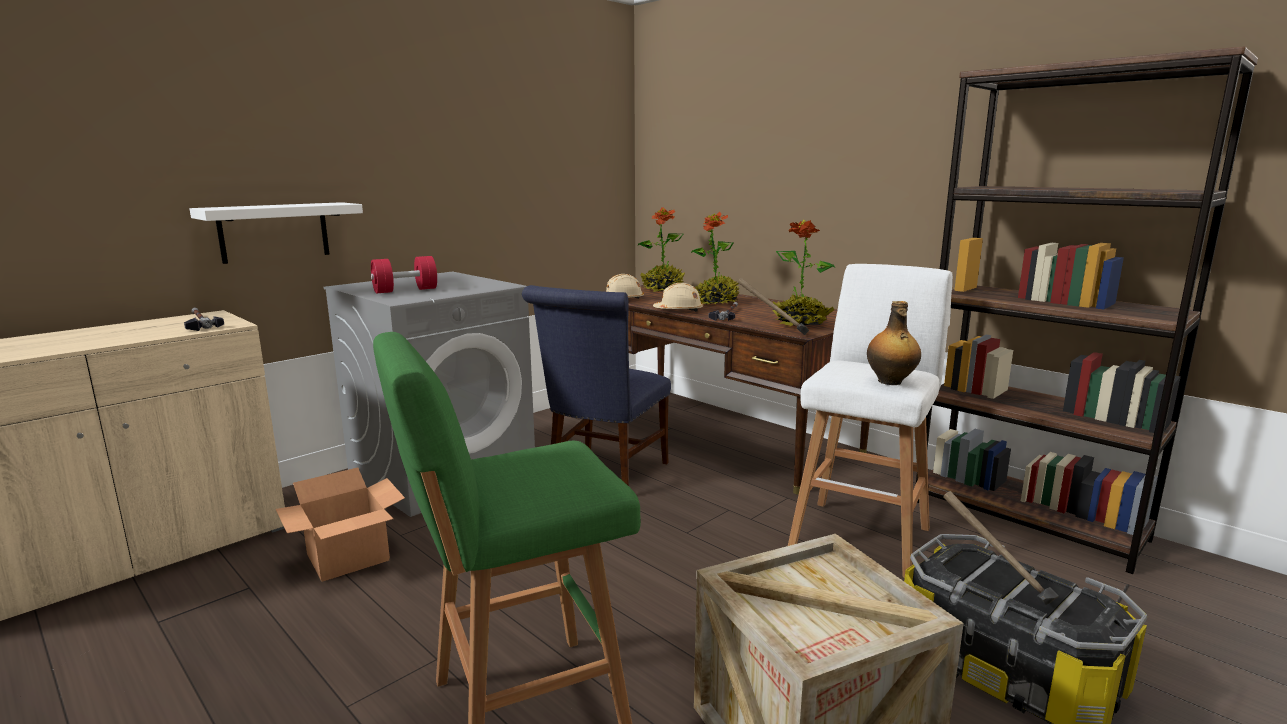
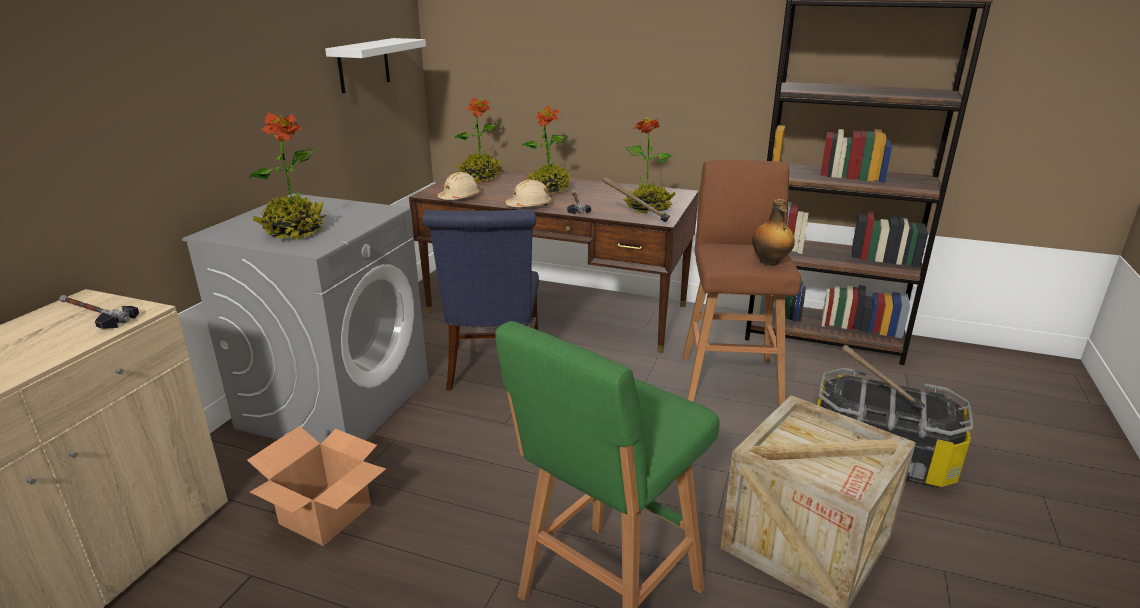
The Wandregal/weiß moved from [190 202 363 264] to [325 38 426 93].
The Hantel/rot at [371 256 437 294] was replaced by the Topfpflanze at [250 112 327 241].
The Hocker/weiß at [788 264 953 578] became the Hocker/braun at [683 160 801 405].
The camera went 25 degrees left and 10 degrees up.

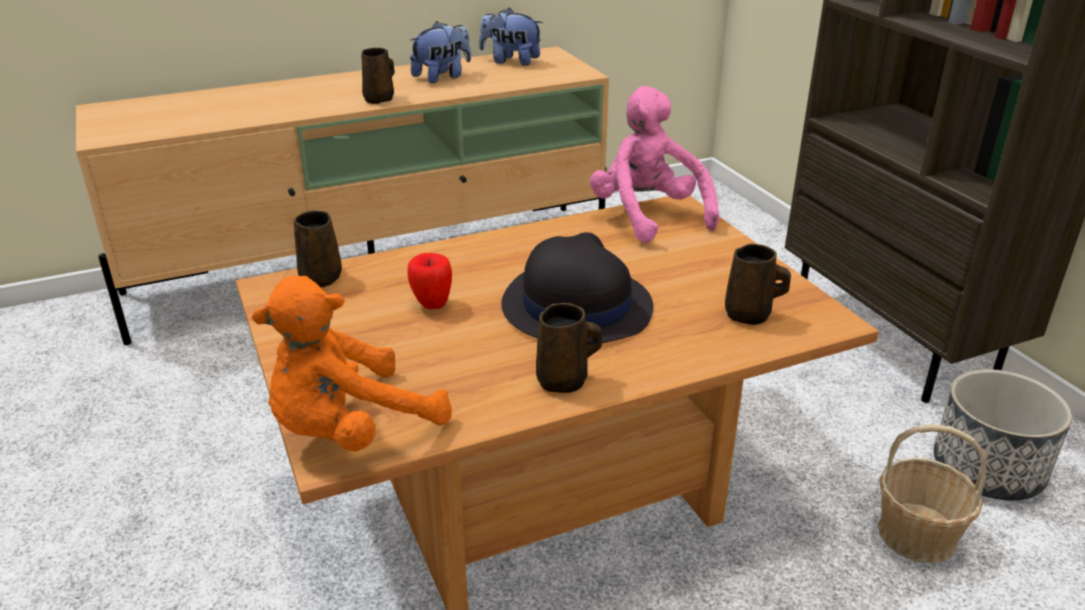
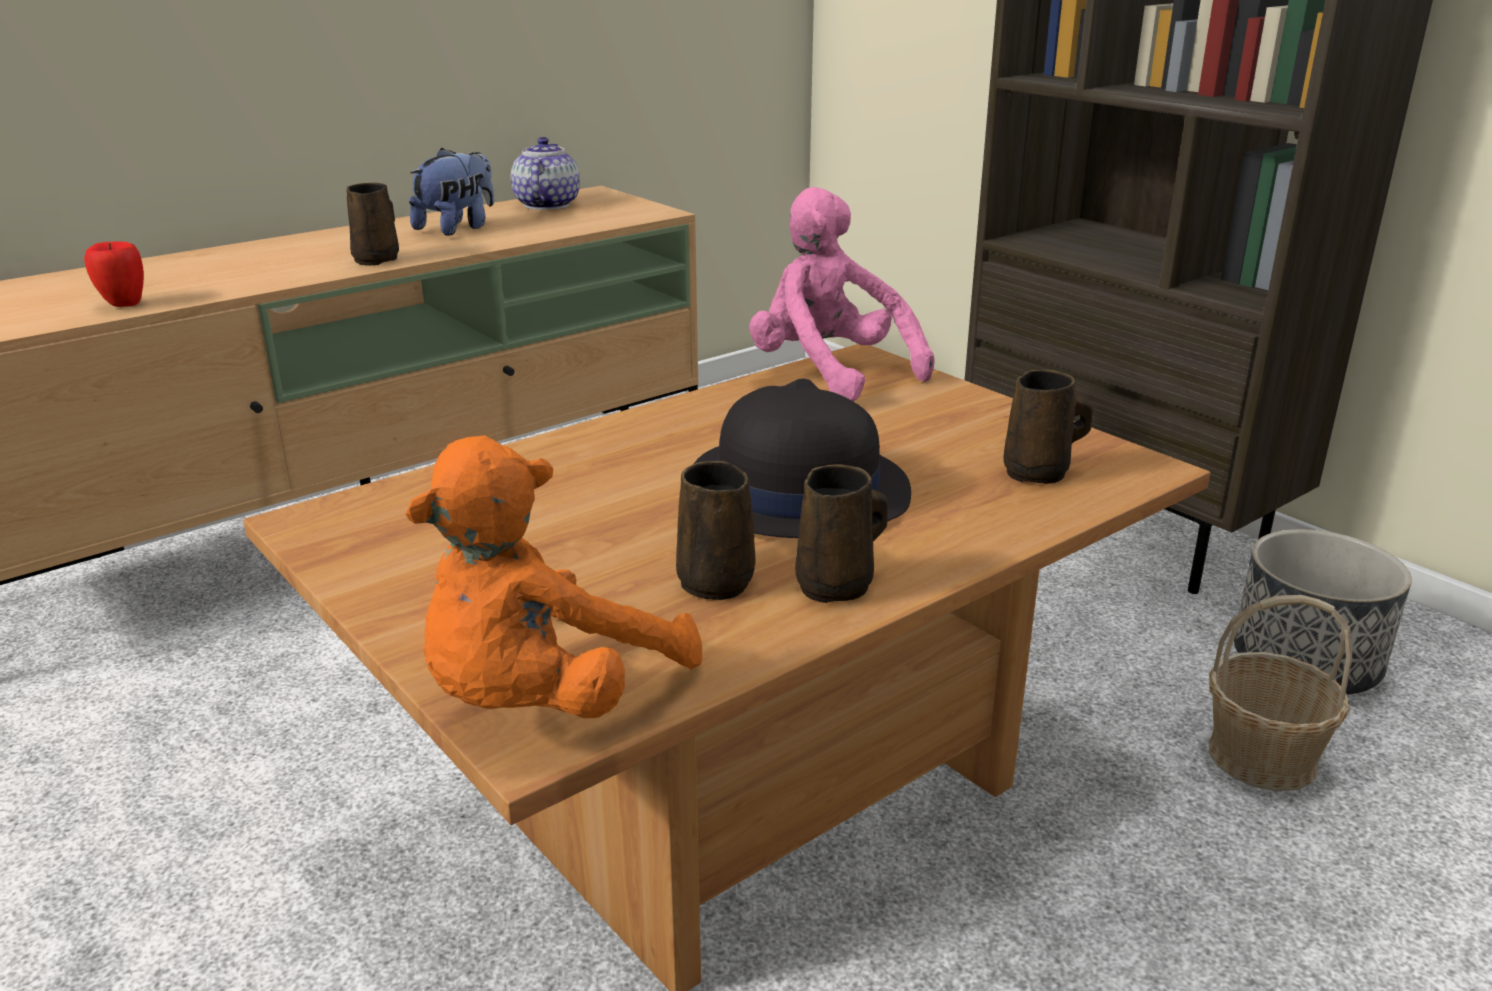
The Plüschtier at [479 8 543 66] was replaced by the Teekanne at [511 137 580 210].
The Henkelbecher/braun moved from [293 210 342 287] to [676 461 755 600].
The Apfel moved from [407 253 452 309] to [84 242 144 307].
The camera went 15 degrees left and 5 degrees down.

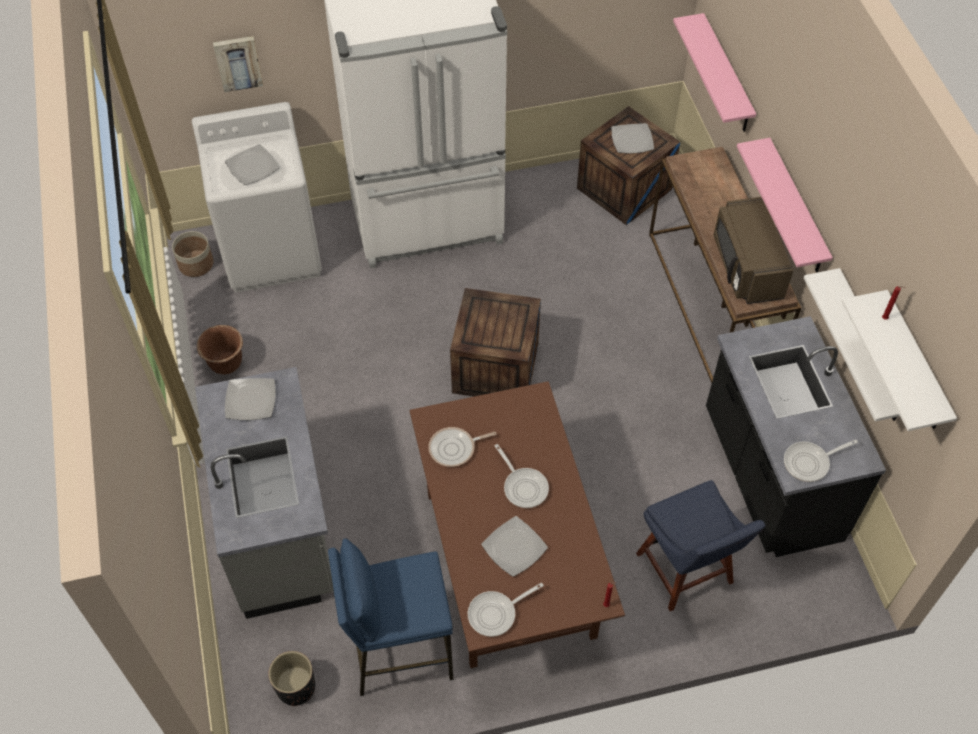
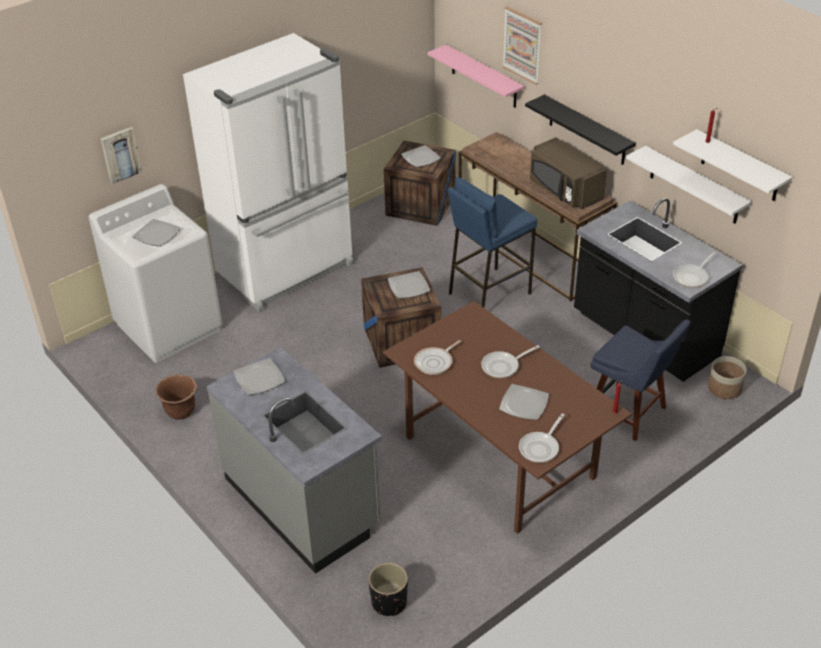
The Wandregal/rosa at [737 138 833 272] became the Wandregal/schwarz at [525 95 636 165].
The Pflanzkübel moved from [172 231 214 277] to [708 356 747 399].
The Pfanne at [495 444 549 508] turned 120 degrees clockwise.
The Hocker/blau moved from [328 538 454 696] to [448 177 537 308].
The Bild at [502 6 542 85] appeared.
The Teller at [388 271 430 298] appeared.
The camera went 25 degrees left and 15 degrees down.

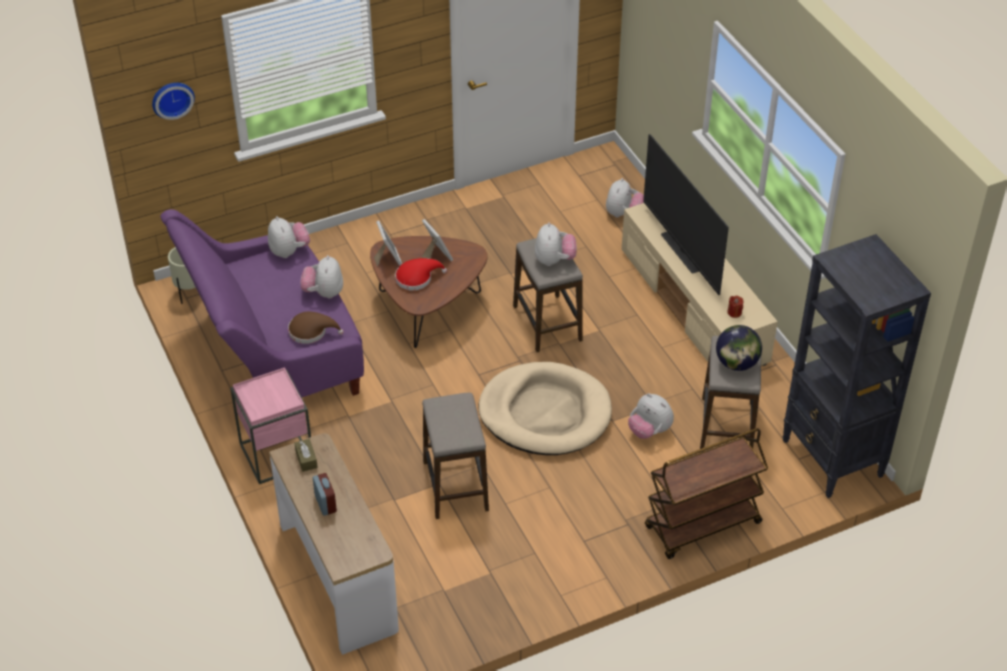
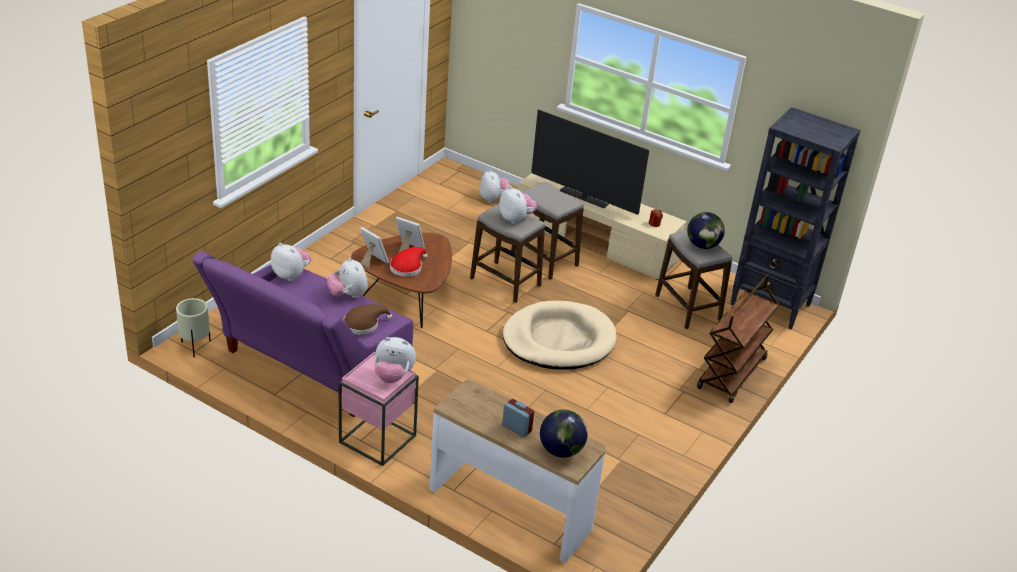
The Wanduhr at [152 83 195 120] disappeared.
The Hocker moved from [422 393 489 519] to [511 182 584 280].
The Plüschtier moved from [628 393 674 439] to [374 337 416 383].
The Taschentuchbox/braun at [295 439 318 472] disappeared.
The Globus at [540 409 588 458] appeared.
The camera went 35 degrees left and 10 degrees down.

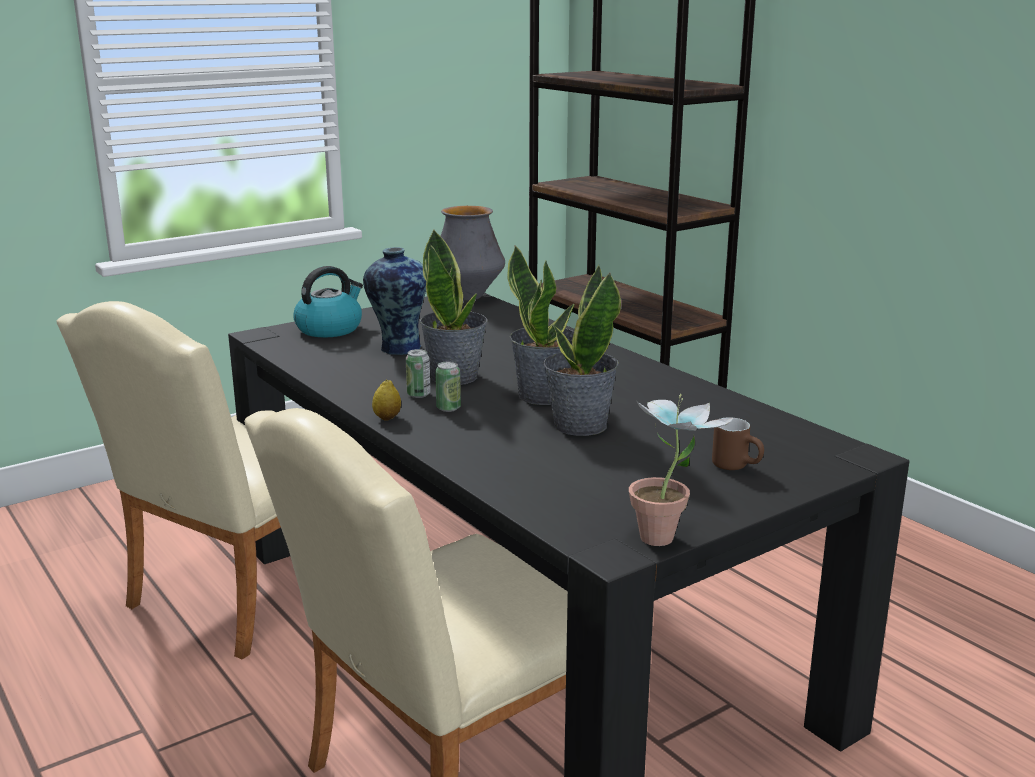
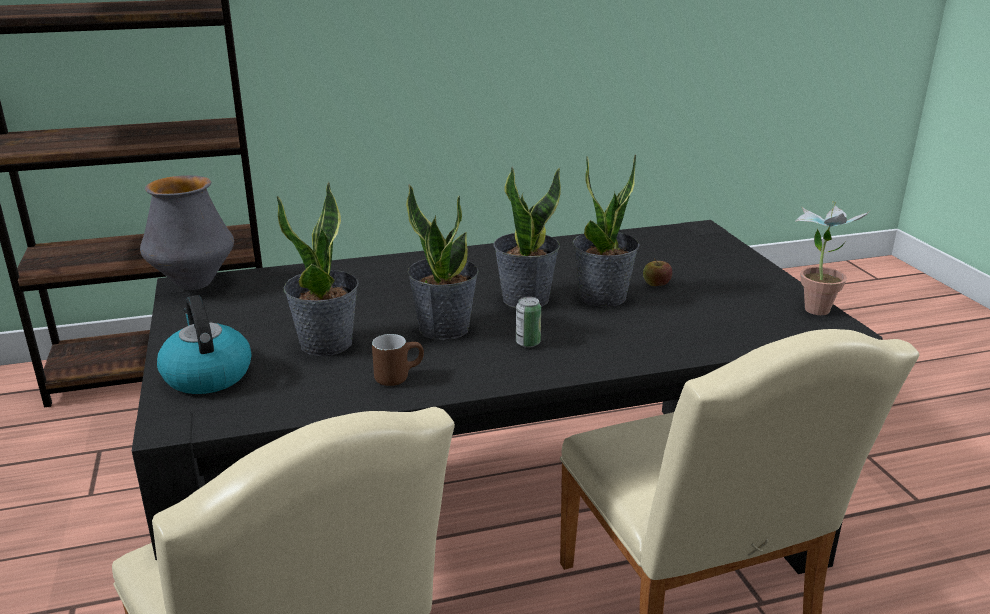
The Vase at [363 247 426 355] was replaced by the Topfpflanze at [277 182 359 356].
The Dose at [406 349 431 398] disappeared.
The Zitrone at [372 380 401 421] disappeared.
The Henkelbecher/braun moved from [712 417 764 470] to [372 334 424 386].
The Apfel at [643 258 672 286] appeared.
The camera went 70 degrees left and 5 degrees up.

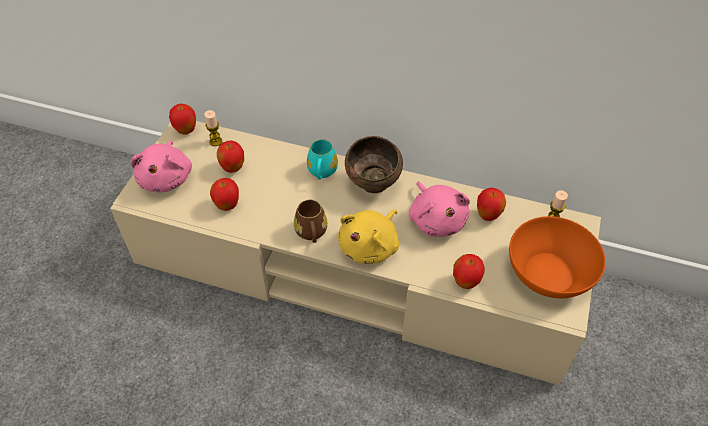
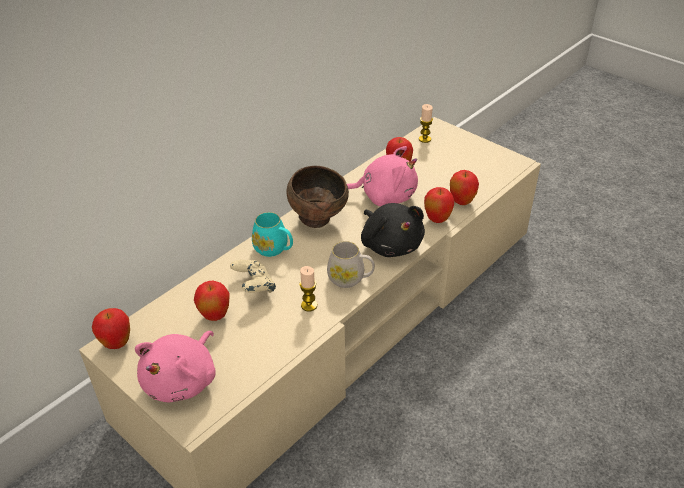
The Kerze moved from [204 110 222 146] to [299 266 317 311].
The Plüschtier/rosa at [131 140 192 193] turned 90 degrees clockwise.
The Apfel moved from [210 178 239 211] to [424 187 454 223].
The Henkelbecher/braun at [294 200 327 243] became the Henkelbecher/weiß at [327 241 375 288].
The Plüschtier/gelb at [338 210 399 264] became the Plüschtier/schwarz at [361 203 425 257].
The Schüssel/orange at [509 216 606 298] disappeared.
The Gamepad/beige at [230 260 276 293] appeared.
The camera went 65 degrees left and 10 degrees down.

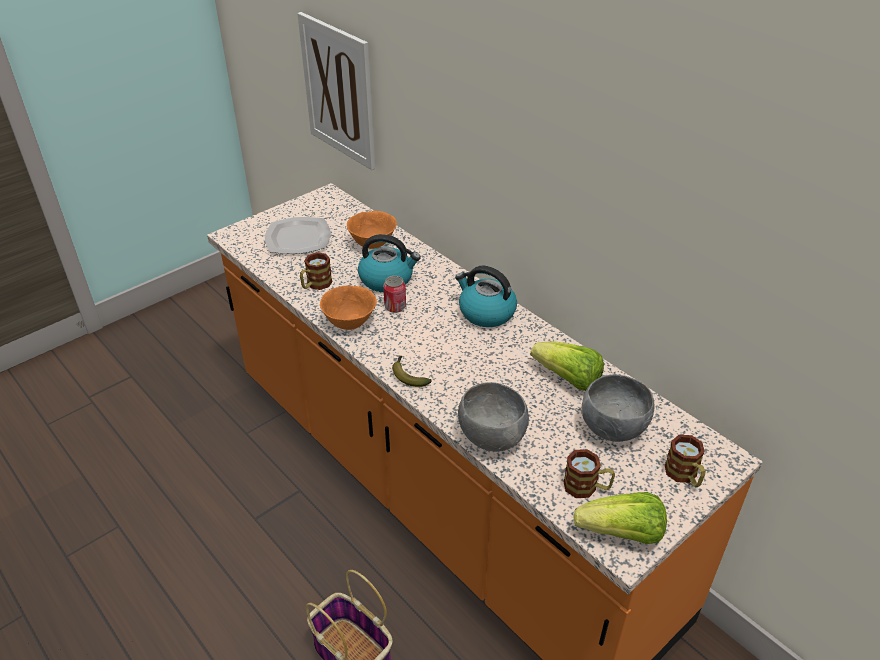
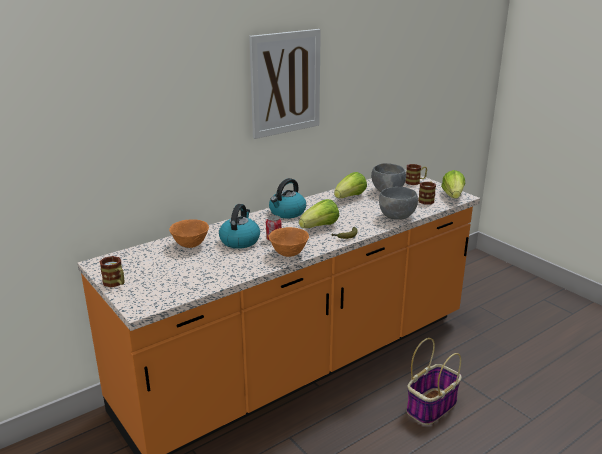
The Bild moved from [297 12 375 170] to [249 29 321 139].
The Teller at [265 217 331 254] disappeared.
The Henkelbecher moved from [300 252 332 290] to [99 256 125 287].
The Salatkopf at [299 199 339 228] appeared.
The camera went 85 degrees left and 15 degrees down.

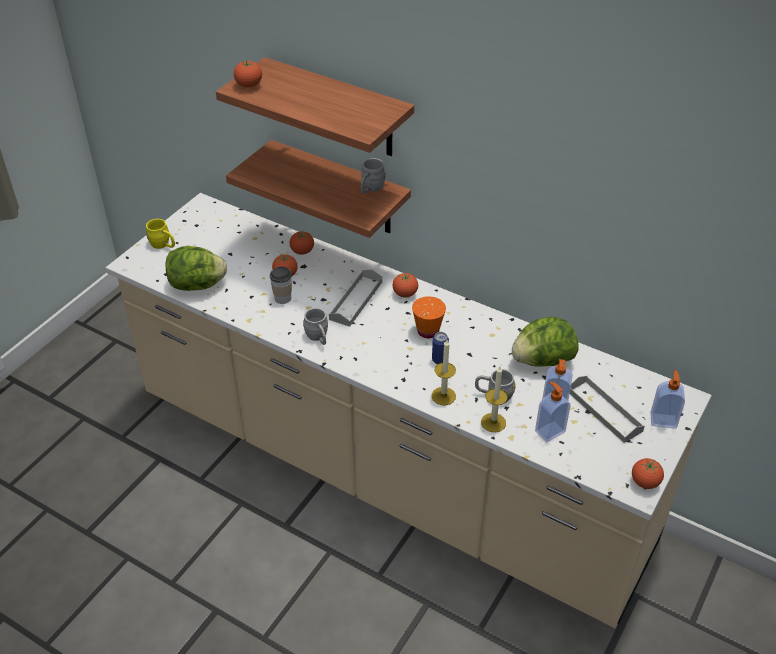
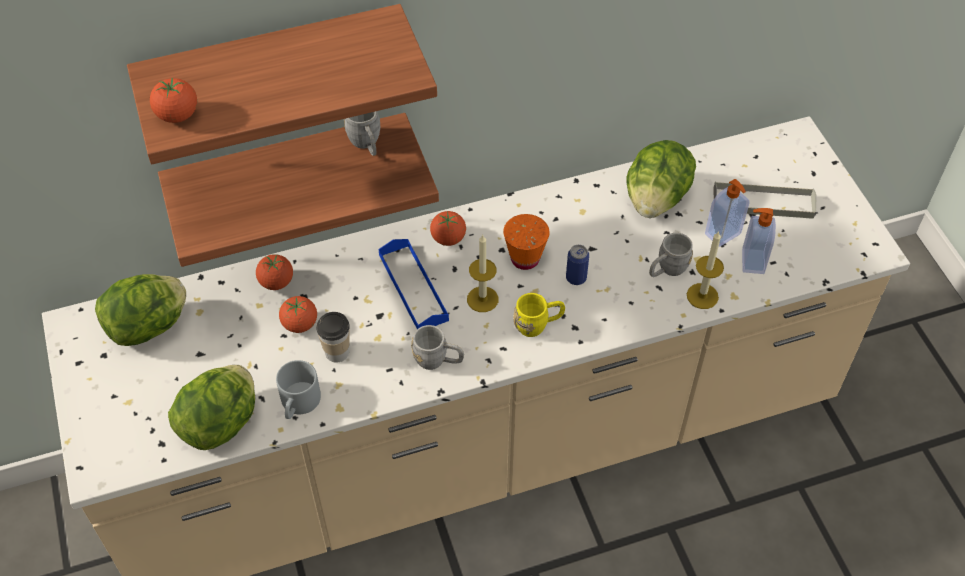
The Henkelbecher/gelb moved from [146 219 175 249] to [513 293 565 337].
The Tablett/grau at [329 270 382 327] became the Tablett/blau at [379 239 449 329].
The Kerze moved from [431 340 456 405] to [467 235 498 312].
The Seifenspender at [650 370 685 429] disappeared.
The Tomate at [632 458 664 489] disappeared.
The Salatkopf at [95 274 186 346] appeared.
The Henkelbecher/grau at [276 360 321 419] appeared.
The camera went 50 degrees left and 10 degrees up.

